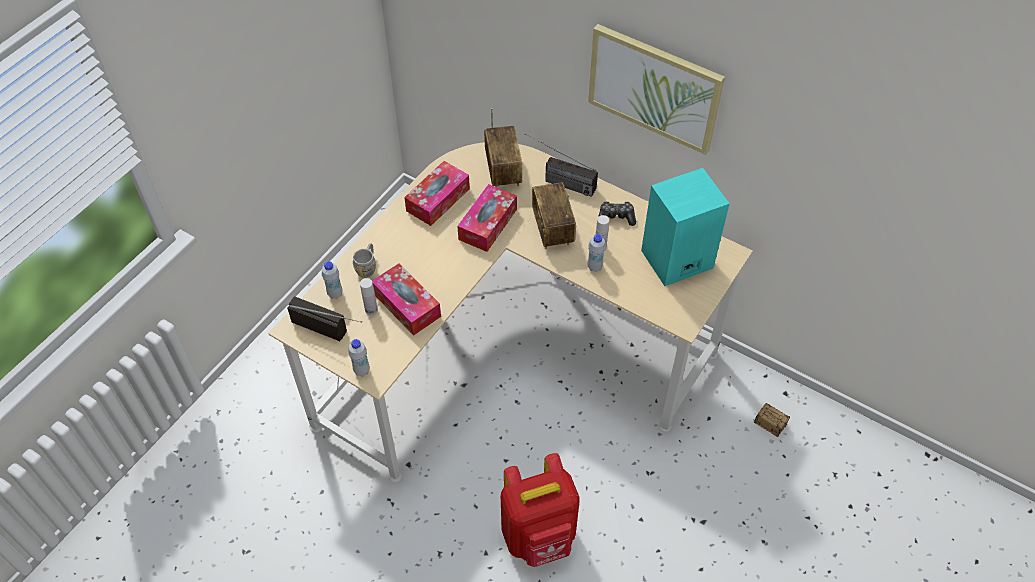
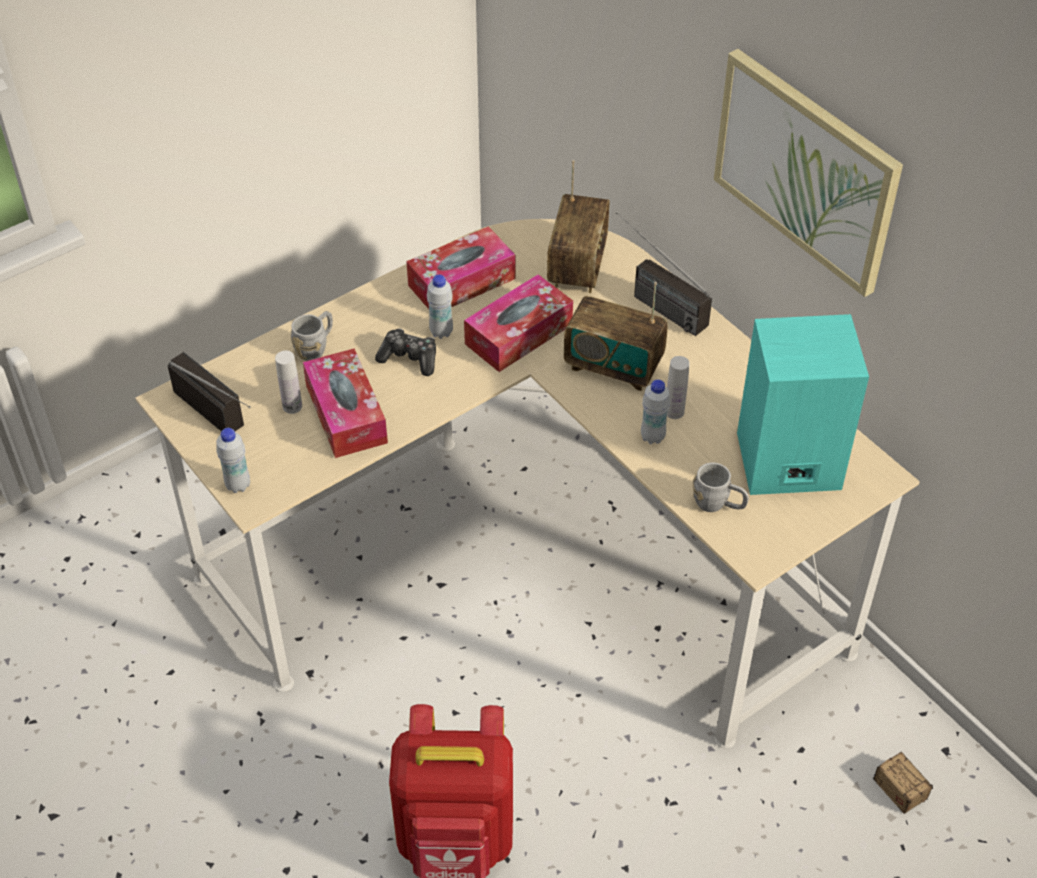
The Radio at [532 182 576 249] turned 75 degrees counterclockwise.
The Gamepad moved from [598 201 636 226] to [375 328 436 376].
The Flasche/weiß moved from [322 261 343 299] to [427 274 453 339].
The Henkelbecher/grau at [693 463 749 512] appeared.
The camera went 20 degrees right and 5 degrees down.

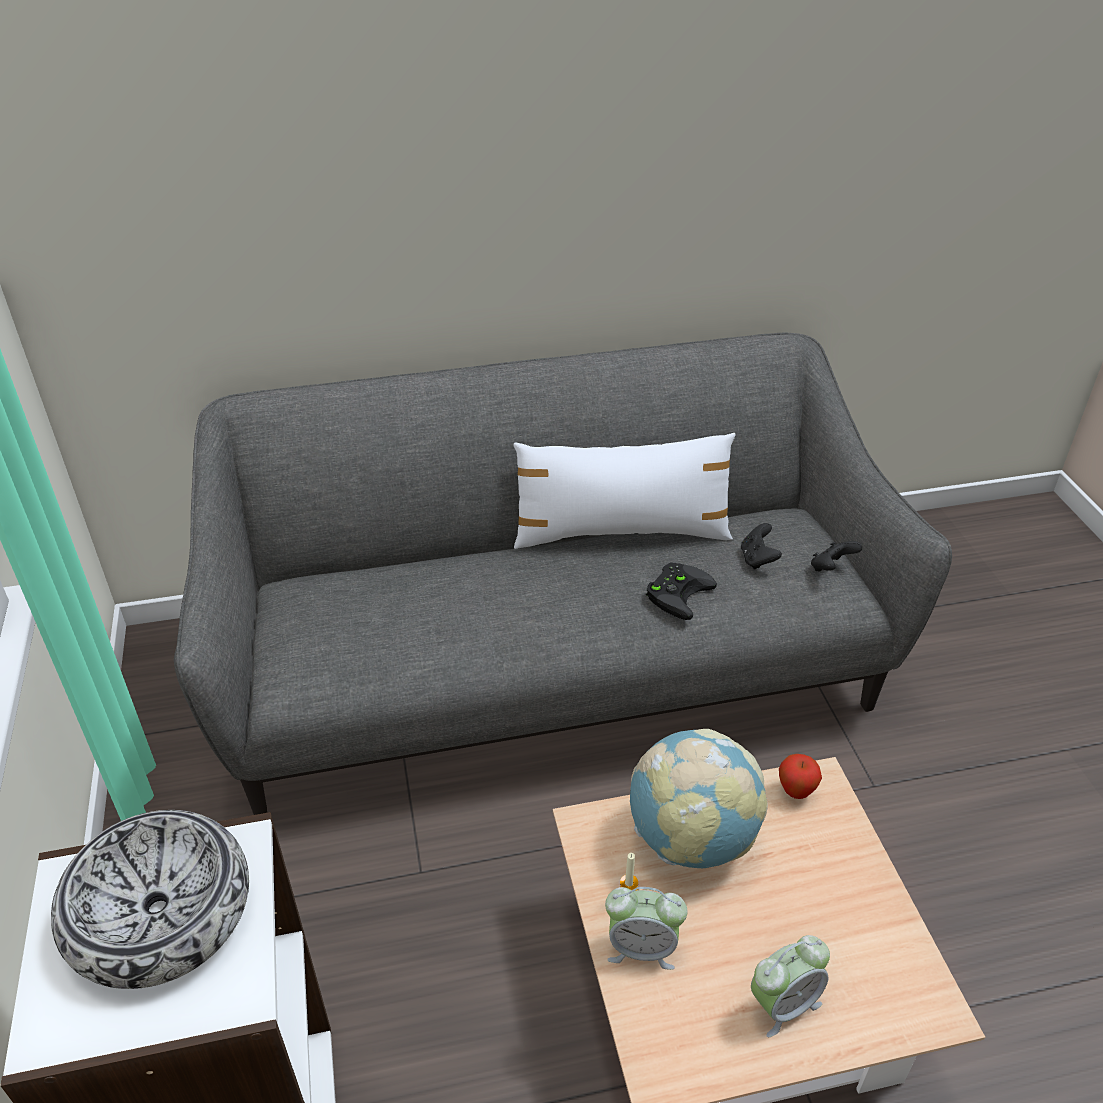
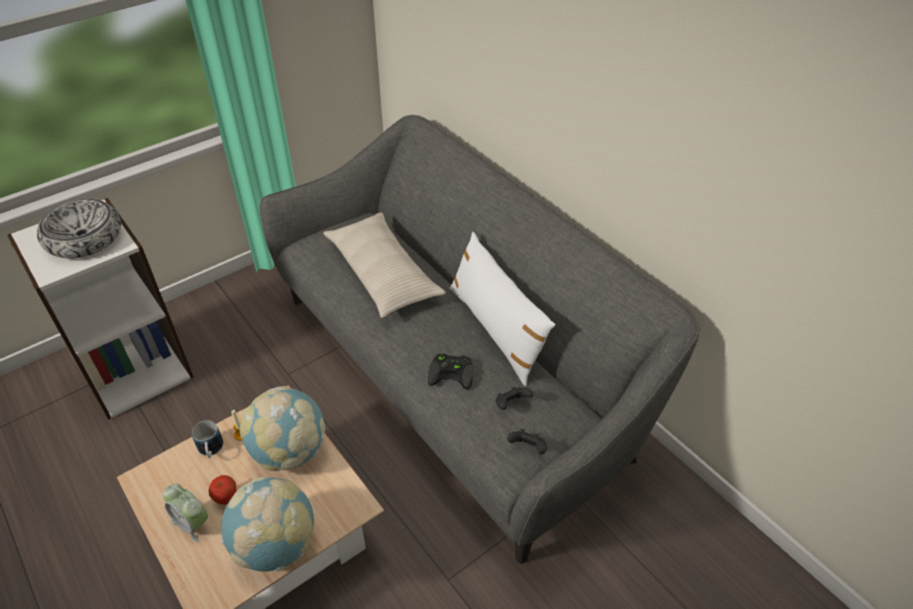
The Apfel moved from [779 754 822 799] to [209 475 237 505].
The Wecker at [605 887 687 970] was replaced by the Henkelbecher at [192 420 223 458].
The Kissen/beige at [323 213 446 318] appeared.
The Globus at [221 477 314 572] appeared.
The camera went 65 degrees right and 5 degrees up.

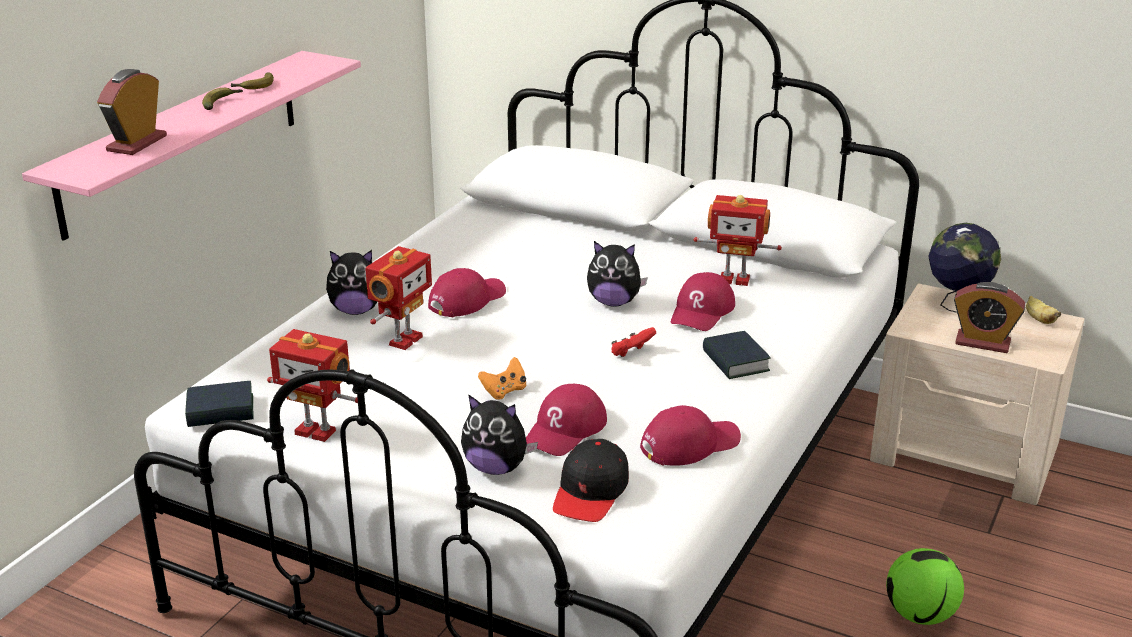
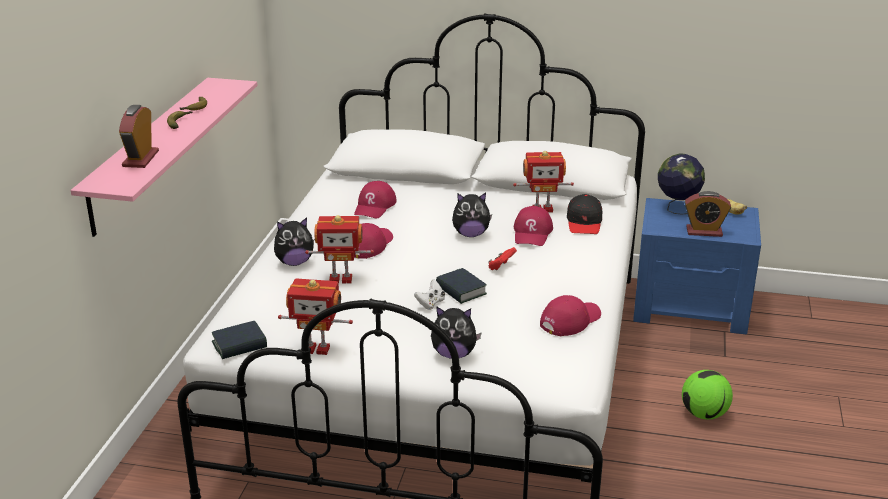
The Spielzeugroboter at [365 246 432 350] turned 75 degrees clockwise.
The Nachttisch/beige at [870 283 1085 505] became the Nachttisch/blau at [633 198 761 334].
The Buch moved from [703 331 771 379] to [436 268 487 304].
The Gamepad/orange at [478 357 526 400] became the Gamepad/weiß at [414 279 445 310].
The Kappe/rot moved from [526 383 607 456] to [354 181 397 218].
The Kappe/schwarz moved from [553 439 629 522] to [567 194 602 234].
The camera went 15 degrees left and 0 degrees up.

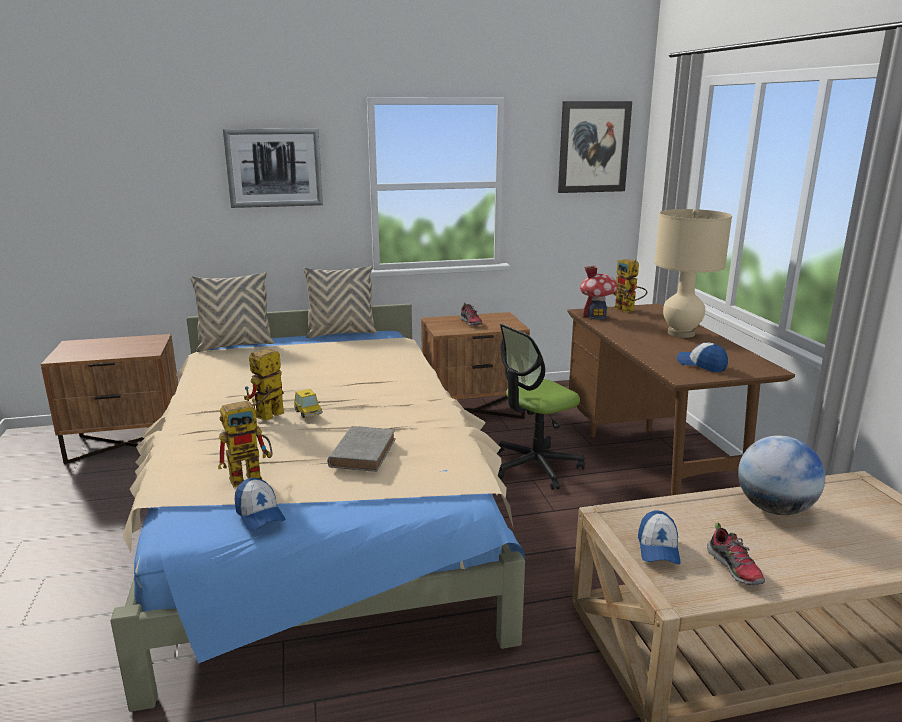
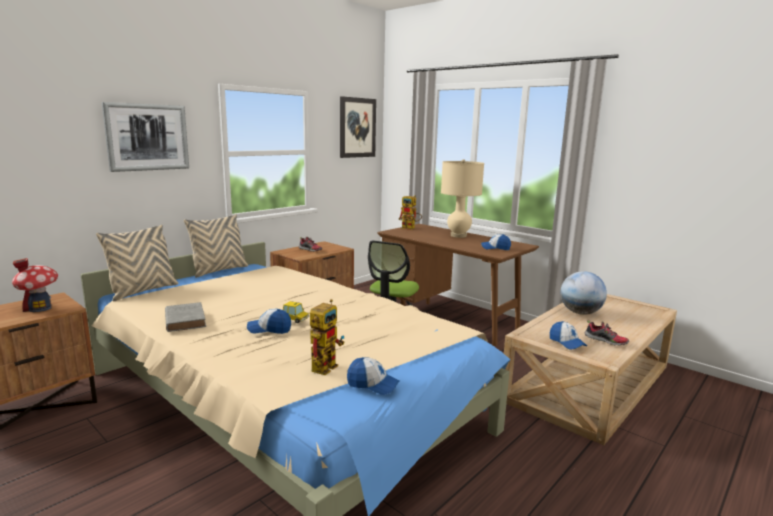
The Spielzeughaus moved from [580 265 619 320] to [12 258 58 312].
The Spielzeugroboter at [244 349 284 421] was replaced by the Kappe at [247 309 291 334].
The Buch/grau moved from [328 426 396 472] to [165 302 206 332].
The camera went 35 degrees left and 5 degrees down.

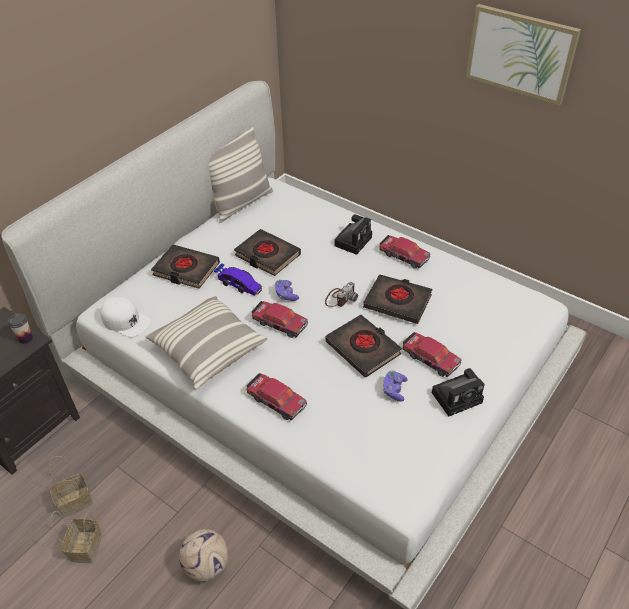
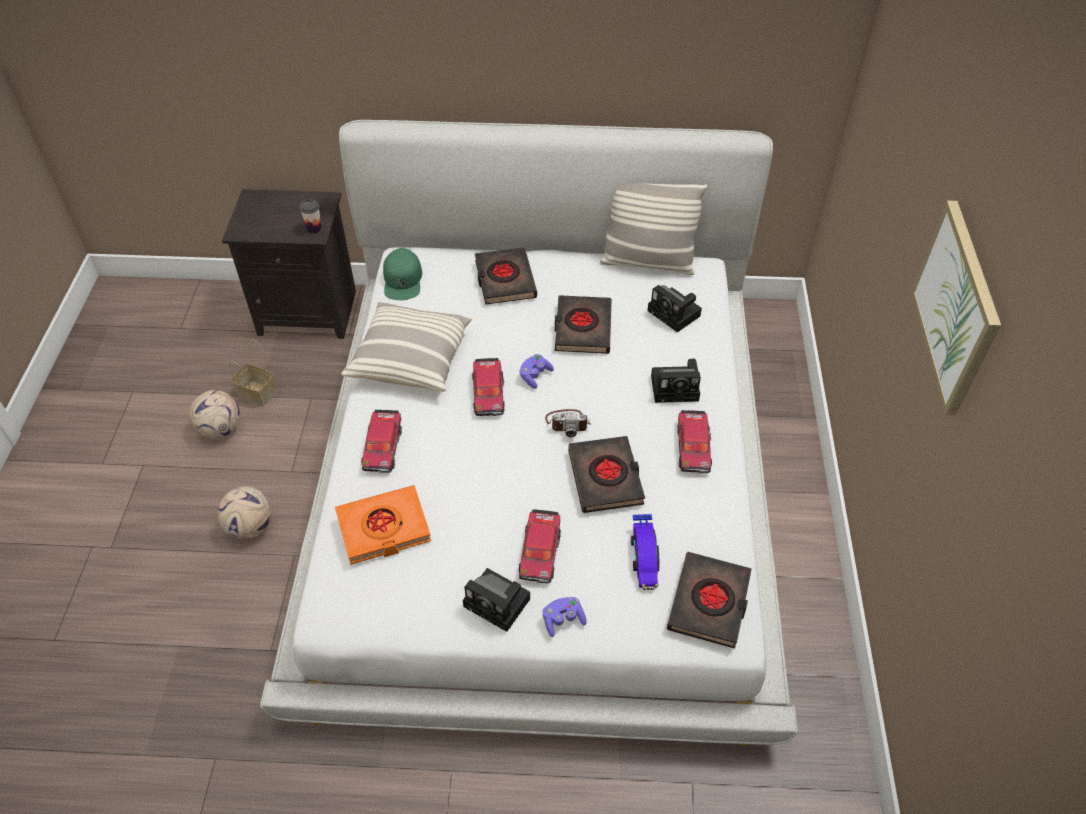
The Spielzeugauto moved from [214 263 262 296] to [631 514 659 590].
The Kappe/weiß at [101 297 150 337] became the Kappe/grün at [383 248 422 300].
The Buch/schwarz moved from [326 315 402 378] to [667 552 752 649].
The Gamepad/lila moved from [383 371 408 402] to [543 597 587 637].
The Korb at [51 511 102 563] was replaced by the Fußball at [189 390 240 439].
The Kamera at [648 285 702 332] appeared.
The Buch/orange at [335 485 431 565] appeared.
The camera went 55 degrees right and 5 degrees up.

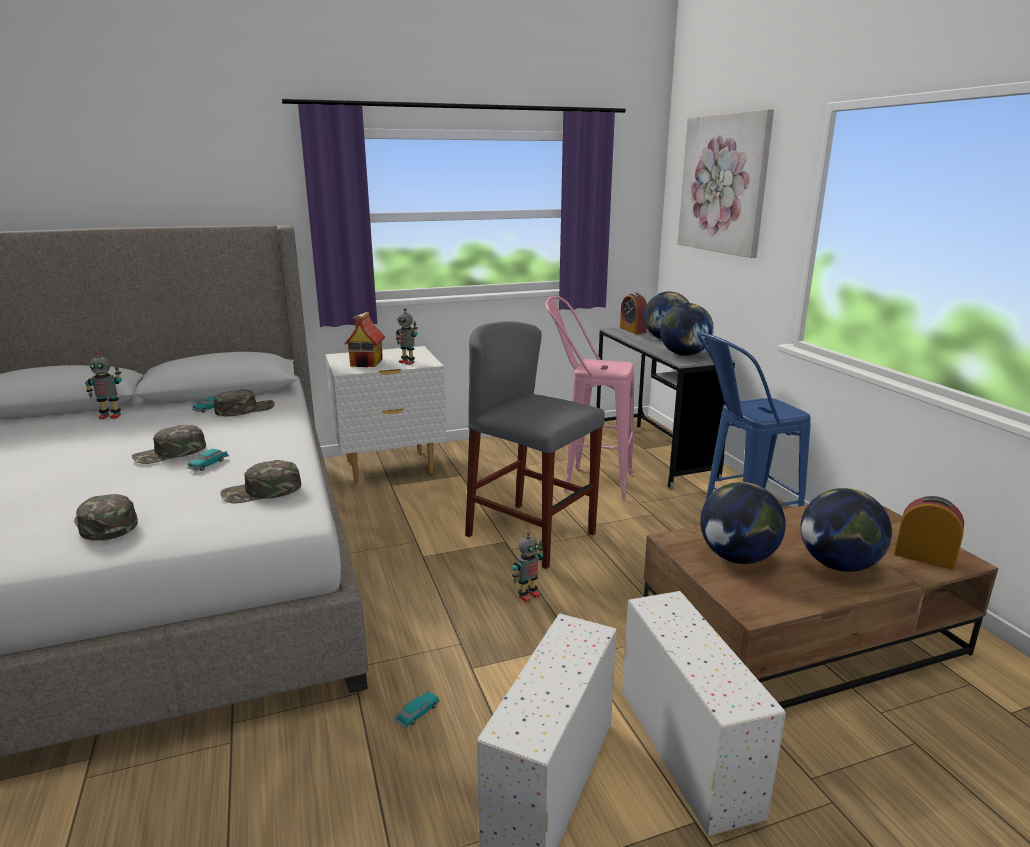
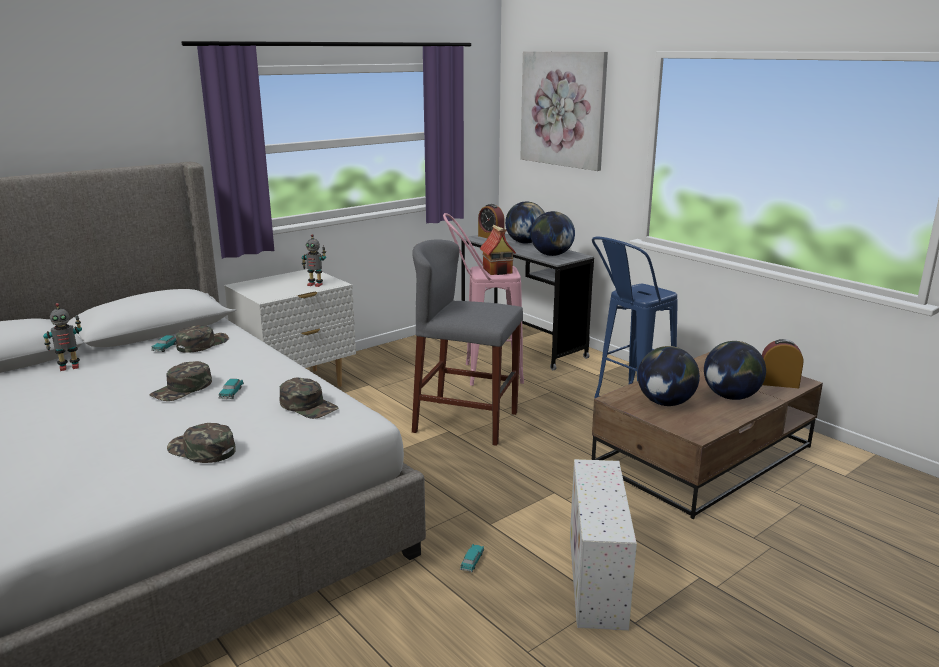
The Spielzeughaus moved from [345 312 385 367] to [480 225 516 275].
The Kappe/grün at [220 460 301 503] turned 105 degrees counterclockwise.
The Spielzeugroboter at [512 532 544 602] disappeared.
The Aufbewahrungsbox/weiß at [622 591 786 836] disappeared.
The camera went 20 degrees left and 0 degrees up.

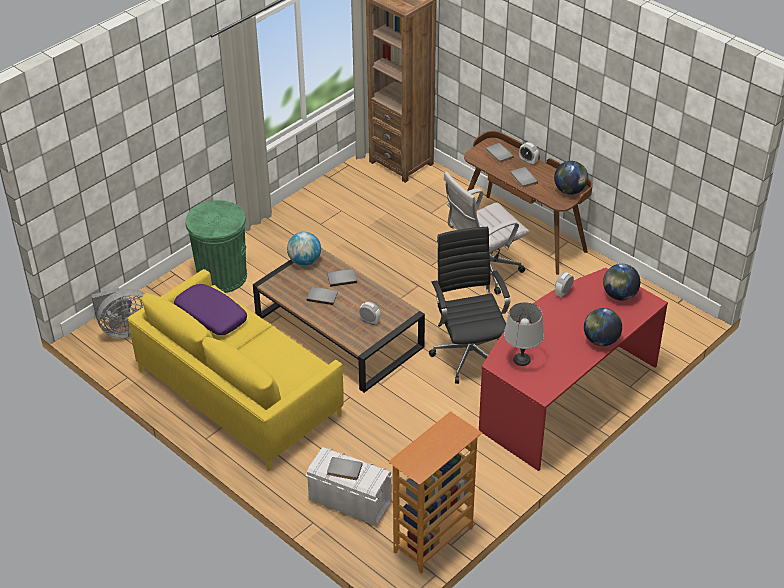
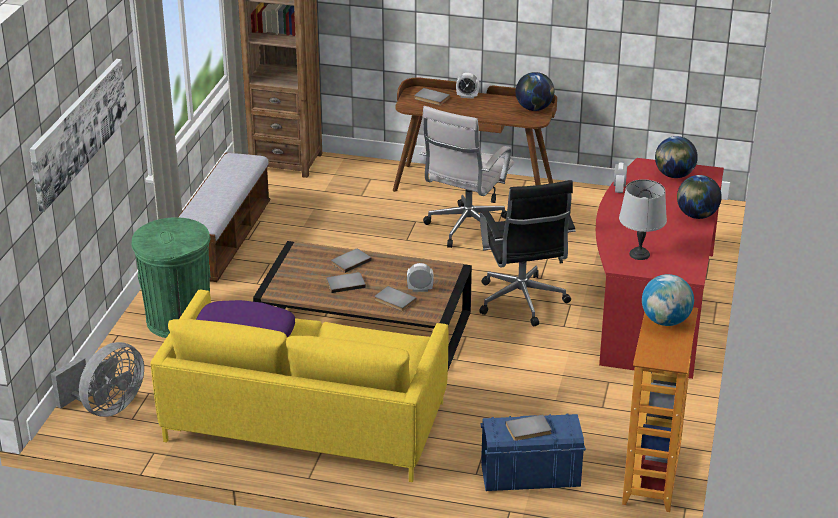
The Buch/grau moved from [510 167 538 188] to [375 286 417 311].
The Bürostuhl/schwarz at [429 227 510 384] turned 150 degrees counterclockwise.
The Globus moved from [287 232 321 266] to [642 274 694 326].
The Aufbewahrungsbox/weiß at [305 447 393 525] became the Aufbewahrungsbox/blau at [480 414 586 491].
The Bild at [30 59 128 212] appeared.
The Bank at [178 153 270 282] appeared.
The camera went 30 degrees left and 10 degrees down.

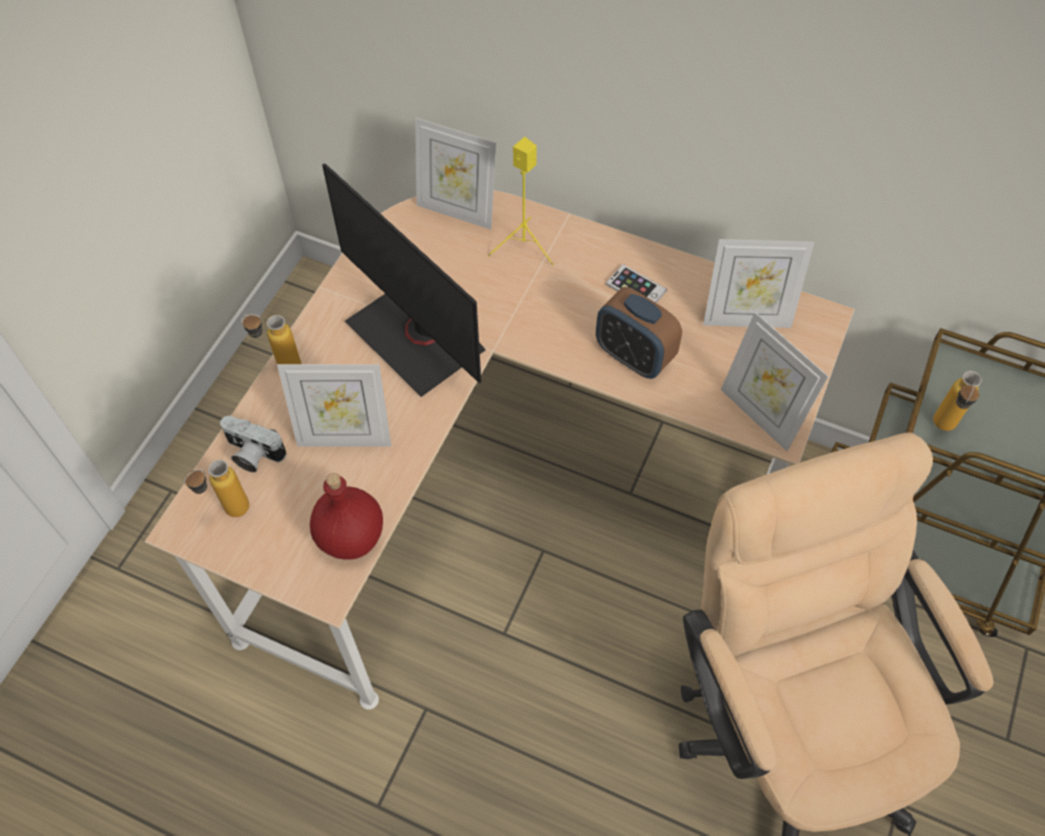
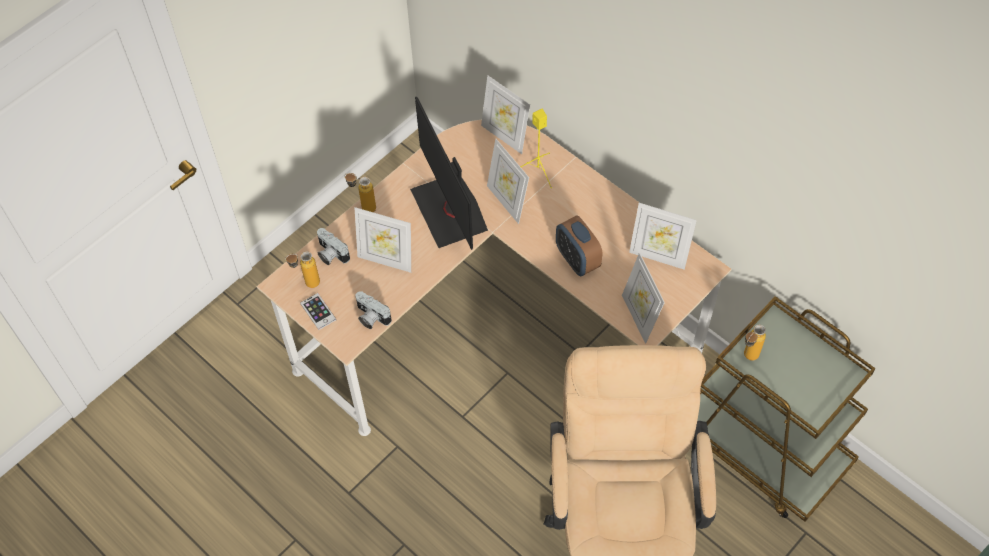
The Handy moved from [606 264 667 303] to [300 293 336 330].
The Flasche/rot at [310 473 383 560] was replaced by the Kamera at [355 291 392 329].
The Bilderrahmen at [487 139 529 224] appeared.
The camera went 20 degrees right and 0 degrees up.

